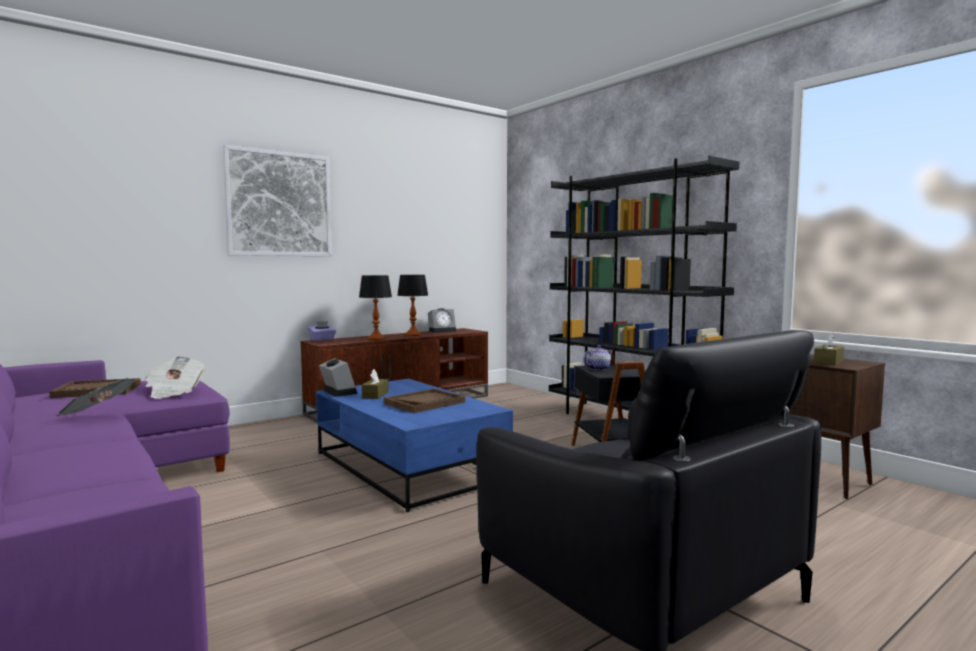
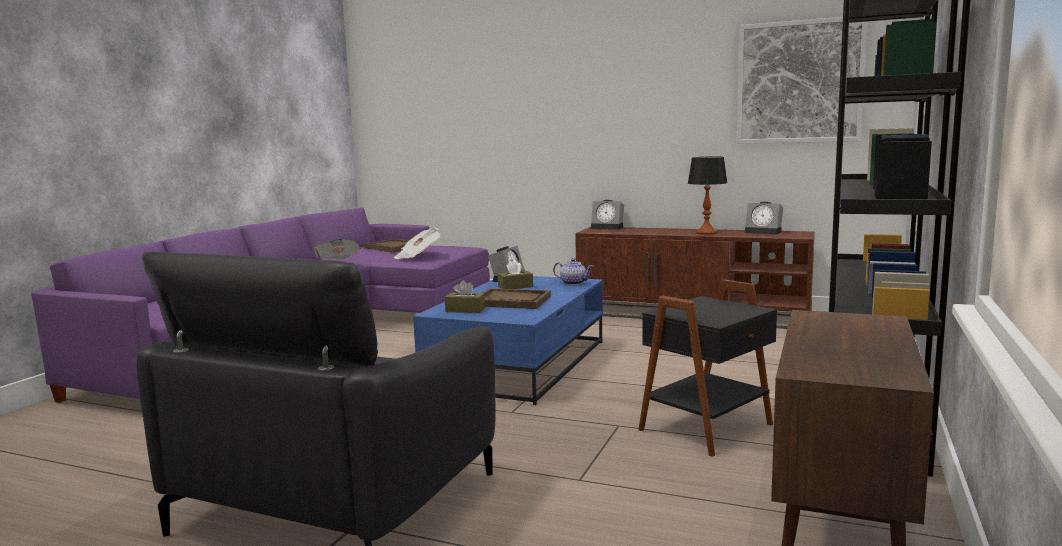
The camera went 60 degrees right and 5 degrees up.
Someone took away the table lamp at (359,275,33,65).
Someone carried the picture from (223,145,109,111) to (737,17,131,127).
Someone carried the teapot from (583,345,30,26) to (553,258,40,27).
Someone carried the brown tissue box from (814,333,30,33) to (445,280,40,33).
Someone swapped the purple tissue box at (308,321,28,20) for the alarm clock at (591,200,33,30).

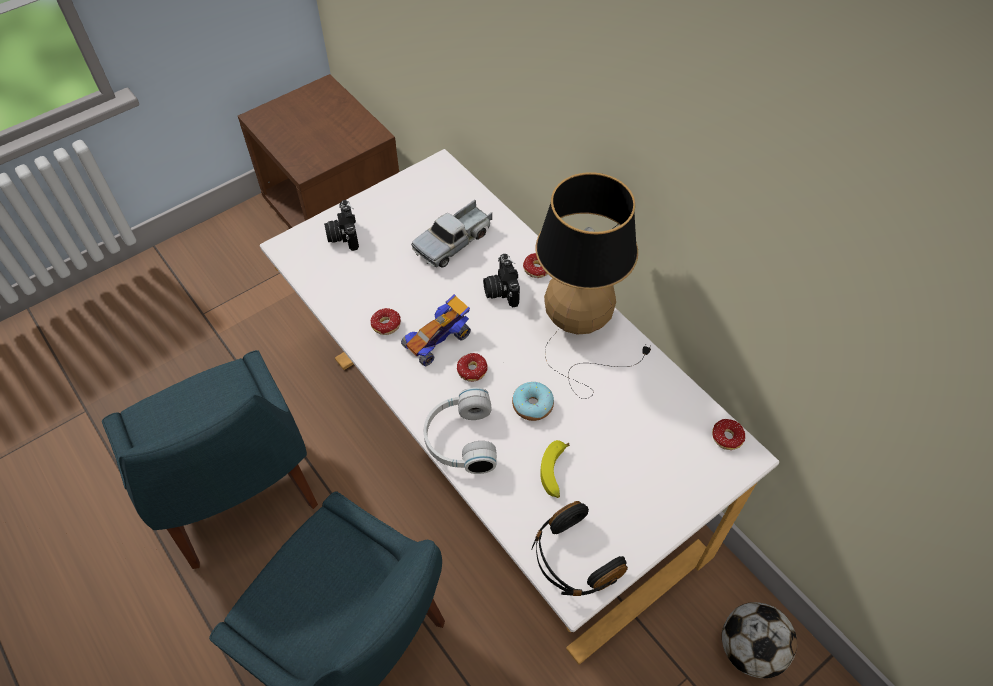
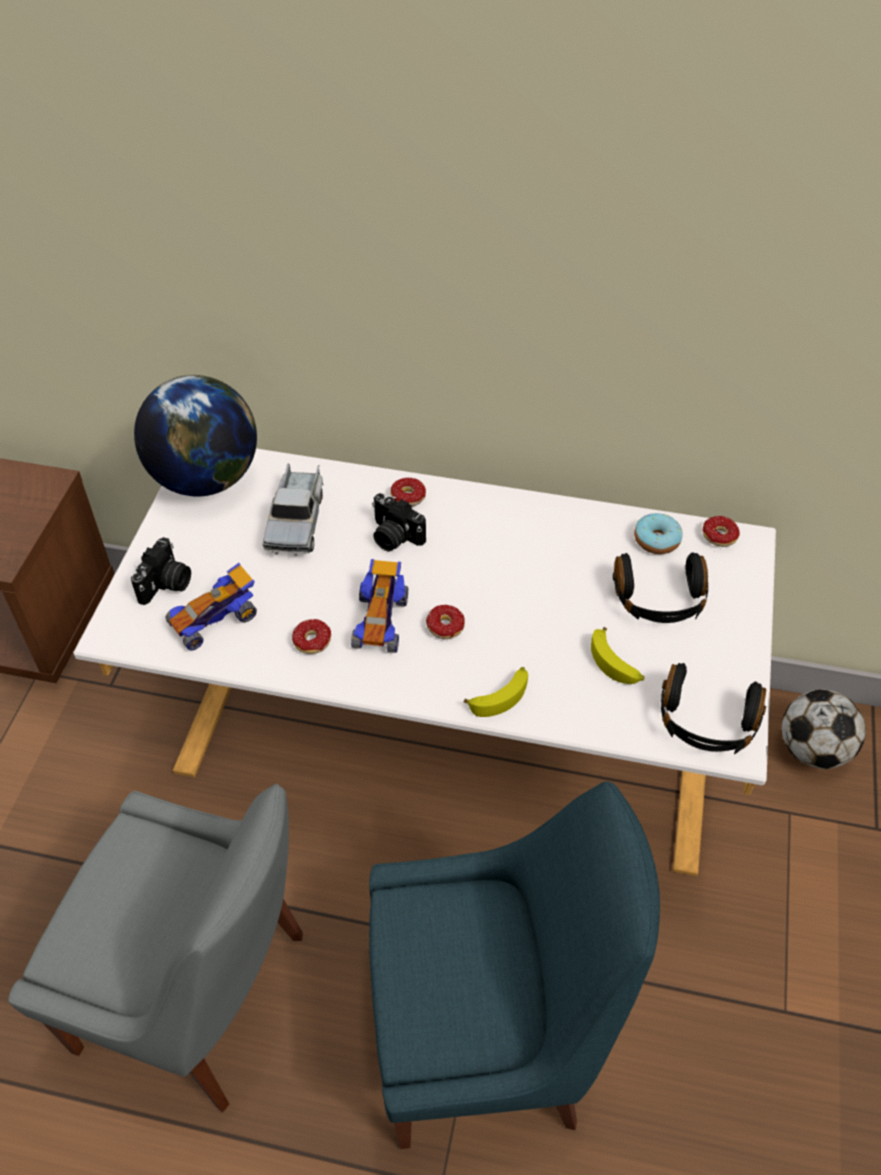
The camera went 40 degrees left and 5 degrees down.
Someone took away the table lamp at (536,172,115,227).
Someone put down the globe at (134,375,123,121).
Someone put down the toy car at (166,563,91,88).
Someone put down the black headphones at (613,552,95,71).
Someone carried the donut from (512,382,42,39) to (634,513,49,41).
Someone swapped the white headphones at (424,387,73,87) for the banana at (464,667,64,50).
Someone repainted the blue chair at (102,350,216,219), which became the grey chair at (8,784,295,328).
Someone rotated the photo camera at (324,200,35,51) by 105 degrees counterclockwise.

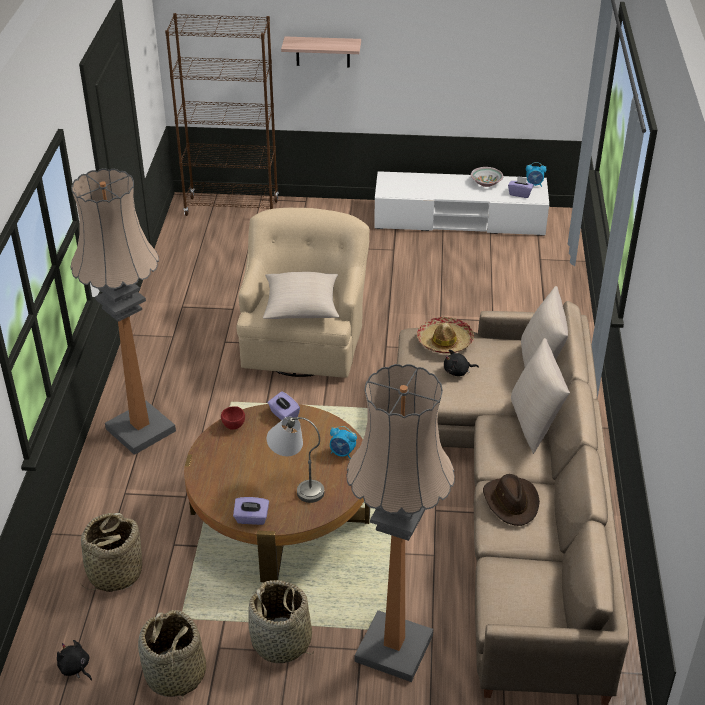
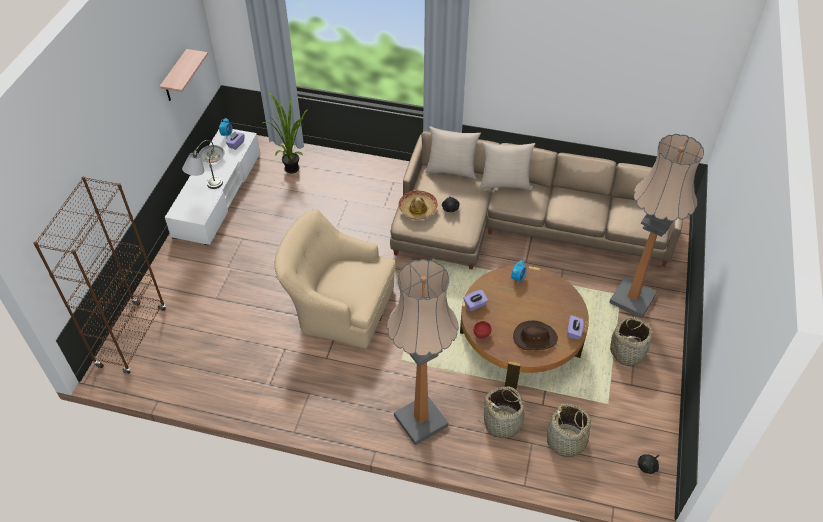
The camera went 80 degrees left and 10 degrees up.
Someone took away the beige pillow at (263,272,77,47).
Someone put down the potted plant at (263,92,45,82).
Someone carried the basket from (138,610,68,89) to (479,387,53,51).
Someone carried the grey table lamp from (267,417,57,86) to (182,140,41,49).
Someone carried the shelf from (281,36,80,32) to (160,49,48,52).
Someone carried the brown hat from (483,474,57,52) to (513,320,45,30).

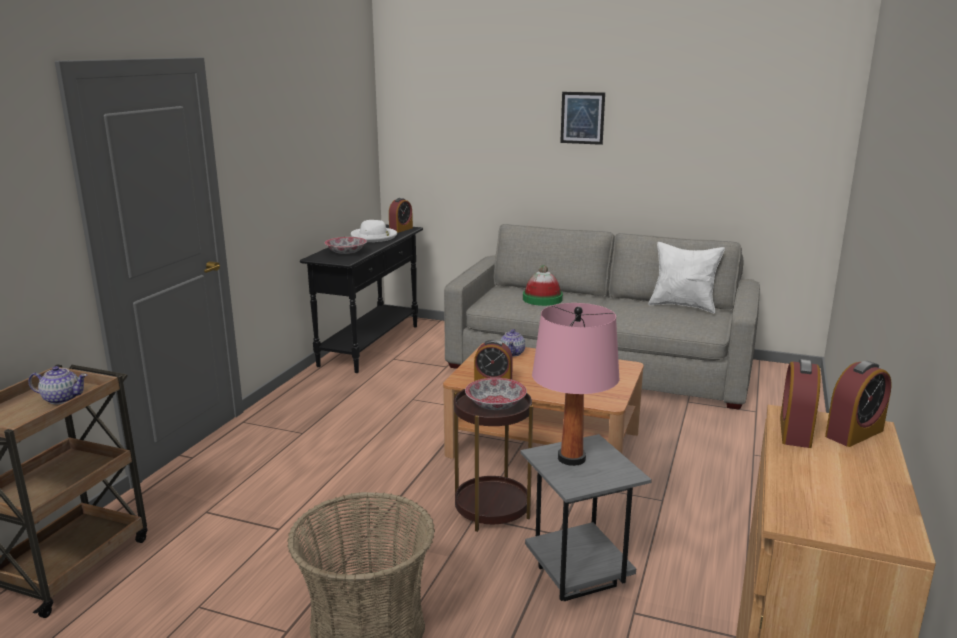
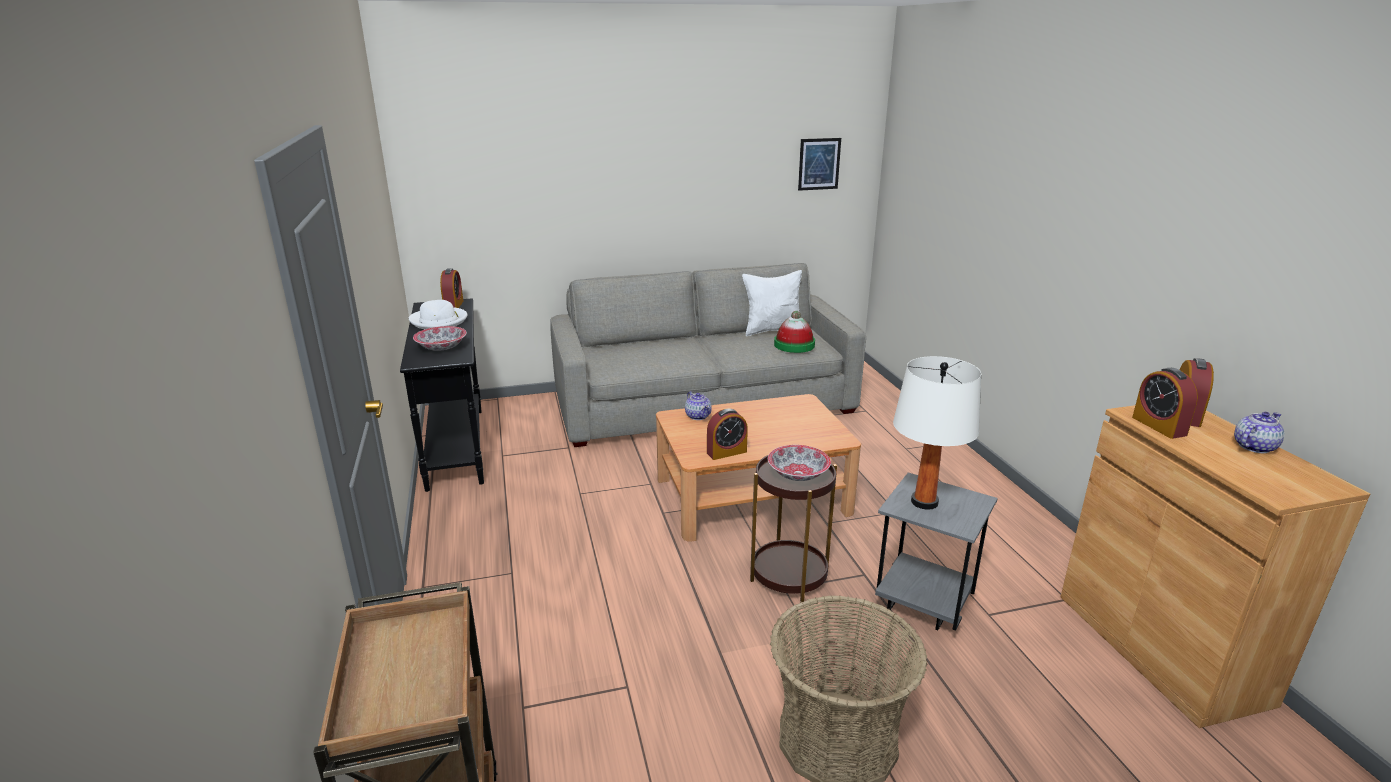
The camera went 35 degrees left and 5 degrees up.
Someone carried the teapot from (28,366,59,38) to (1234,412,50,41).
Someone carried the hat from (523,265,40,41) to (774,311,41,42).
Someone carried the picture from (560,92,45,53) to (798,138,43,53).
Someone repainted the pink table lamp at (532,303,88,163), which became the white table lamp at (893,356,88,154).

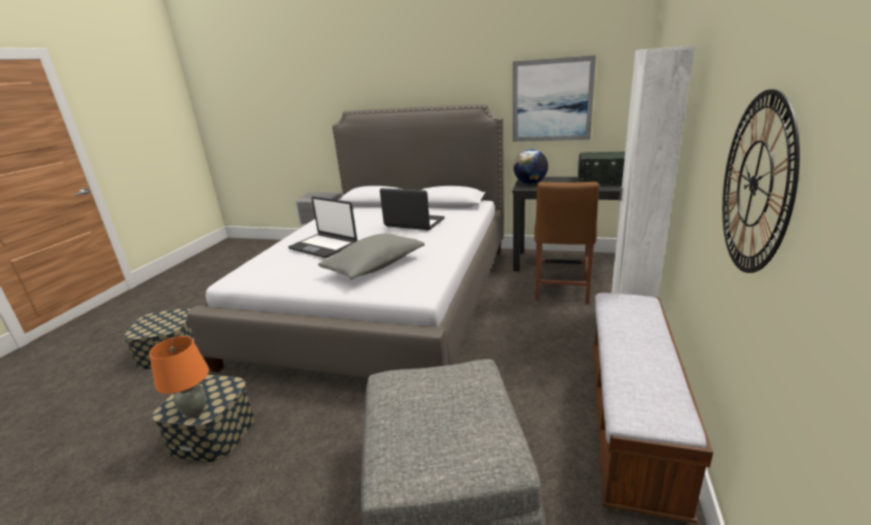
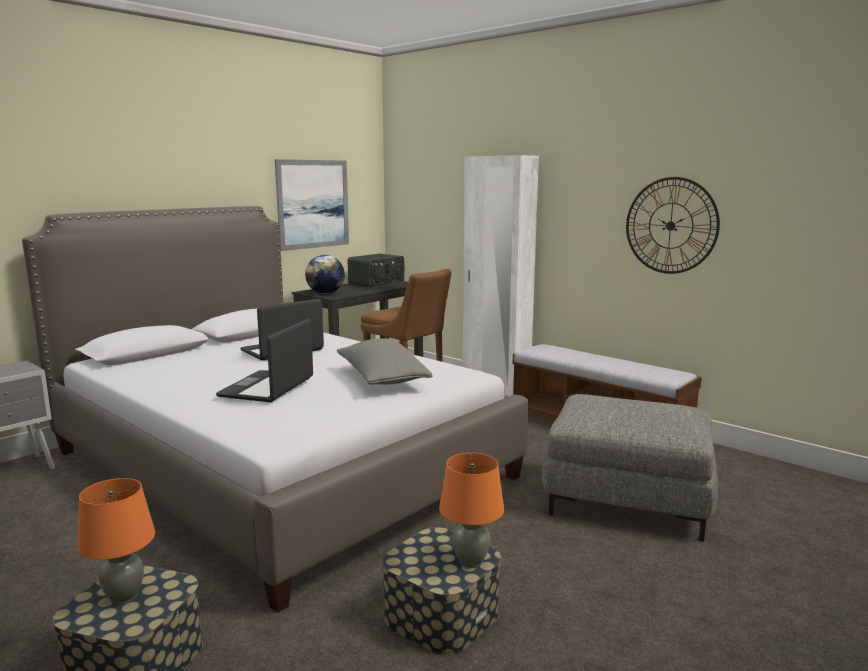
The camera went 65 degrees left and 10 degrees down.
Someone put down the orange table lamp at (77,478,78,127).
Someone rotated the laptop at (288,197,69,61) by 135 degrees clockwise.

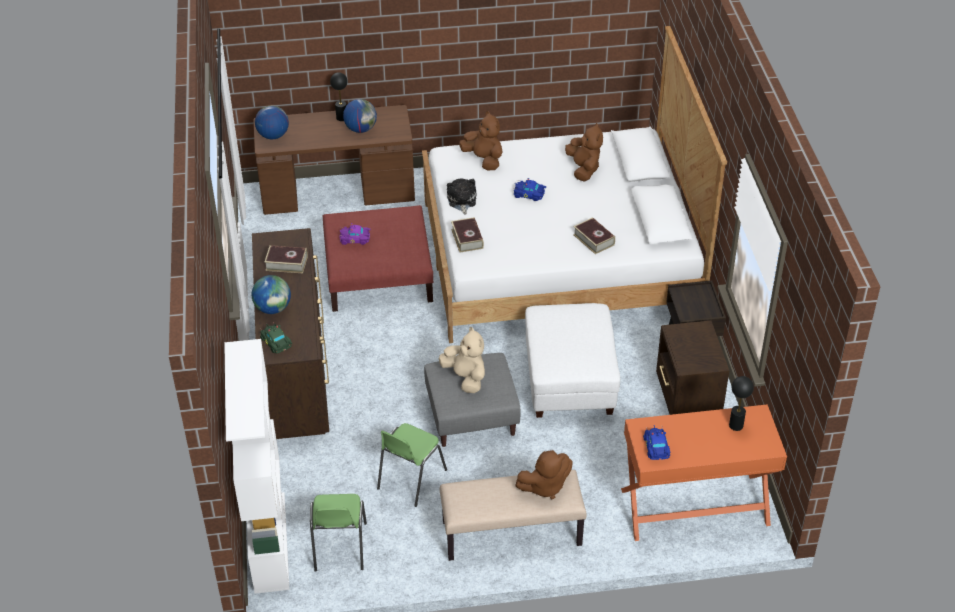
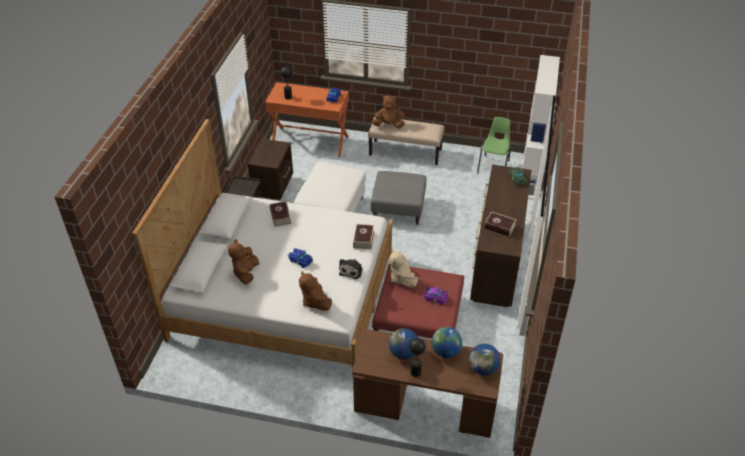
The camera went 160 degrees left and 0 degrees up.
Someone took away the green chair at (377,423,70,84).
Someone carried the globe from (252,275,39,39) to (431,327,31,31).
Someone carried the beige plush toy from (438,327,47,66) to (389,250,29,38).

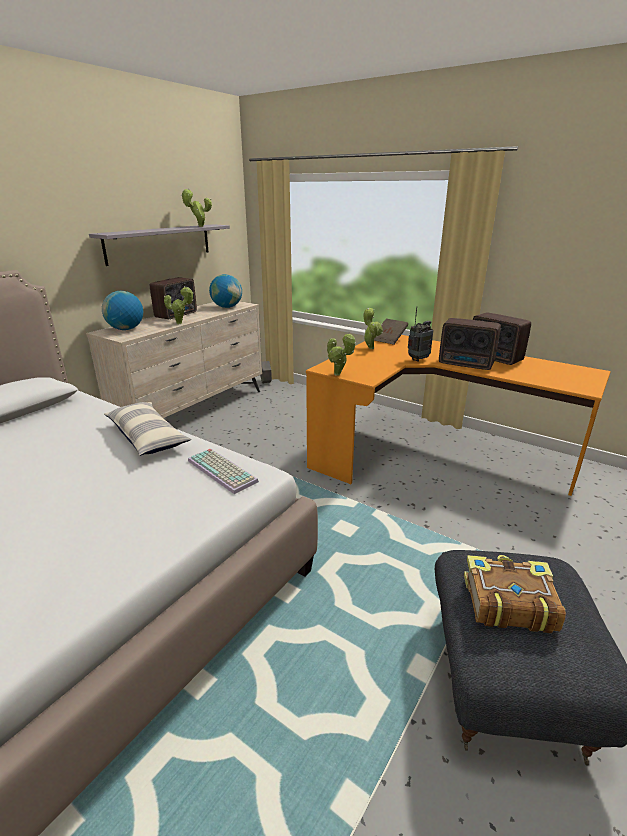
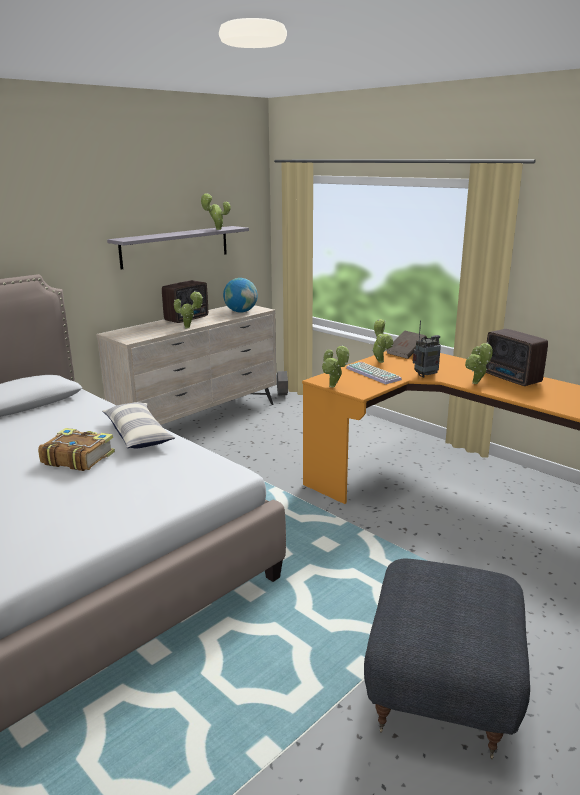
The camera went 10 degrees right and 5 degrees down.
Someone took away the globe at (102,291,41,39).
Someone carried the keyboard from (188,449,71,45) to (346,362,56,22).
Someone carried the book from (464,555,102,78) to (38,428,77,43).
Someone swapped the radio at (439,318,62,52) for the potted plant at (465,342,28,42).

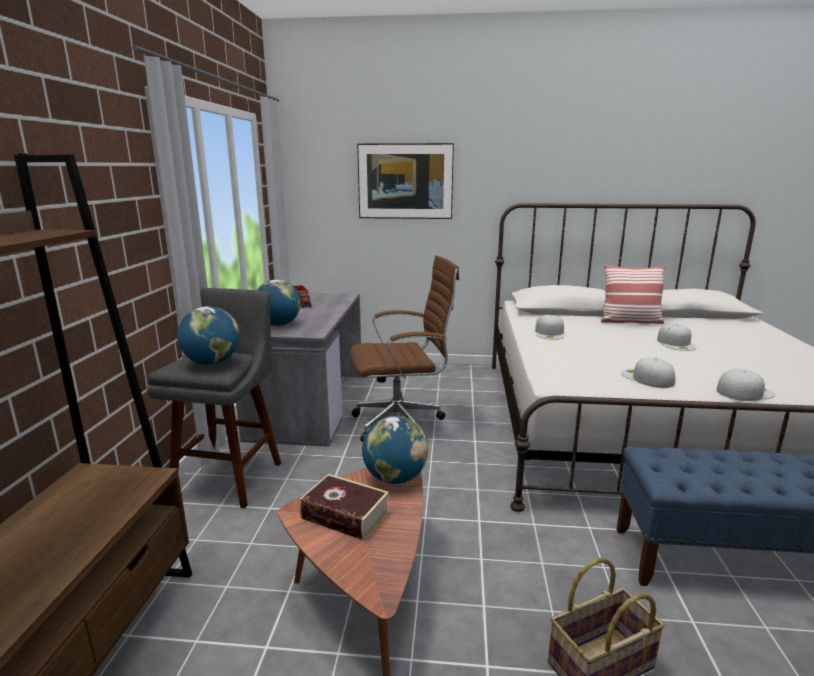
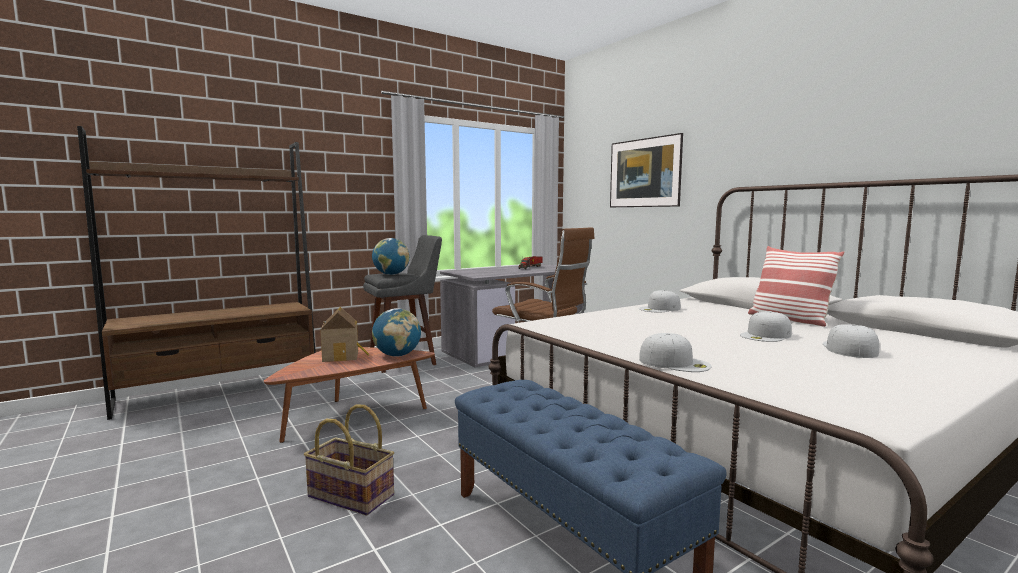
The camera went 50 degrees right and 10 degrees down.
Someone took away the globe at (257,279,44,47).
Someone carried the white cap from (621,357,55,31) to (823,324,56,34).
Someone swapped the book at (299,474,90,67) for the toy house at (320,307,49,55).

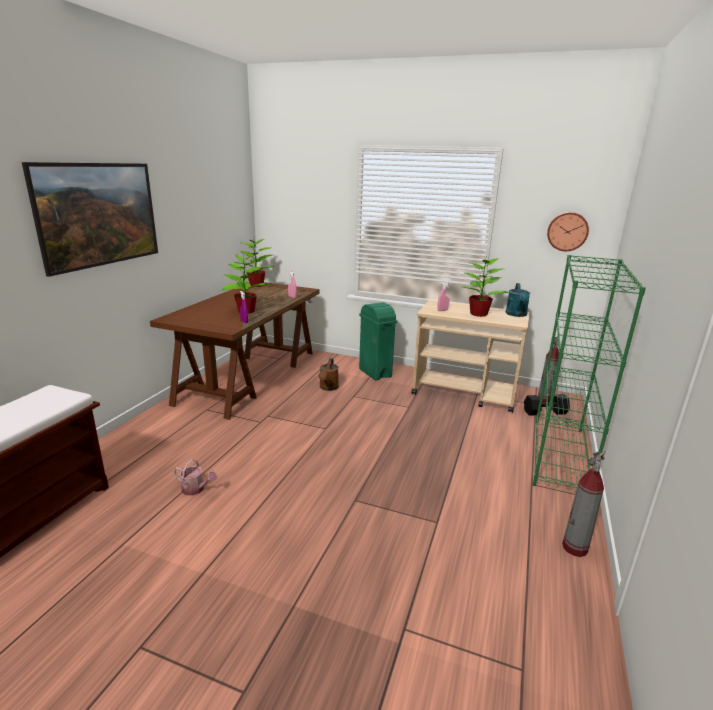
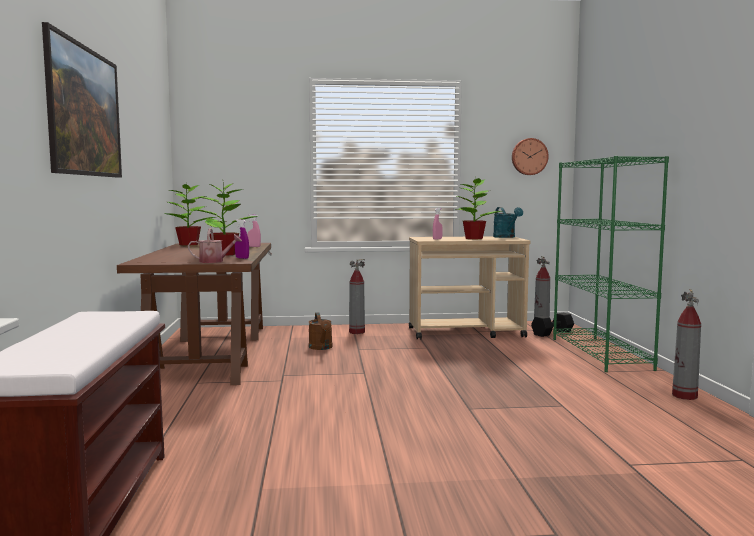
The camera went 25 degrees left and 15 degrees down.
Someone carried the watering can from (174,460,43,36) to (188,228,54,35).
Someone swapped the green trash can at (359,302,38,78) for the fire extinguisher at (349,259,16,75).

